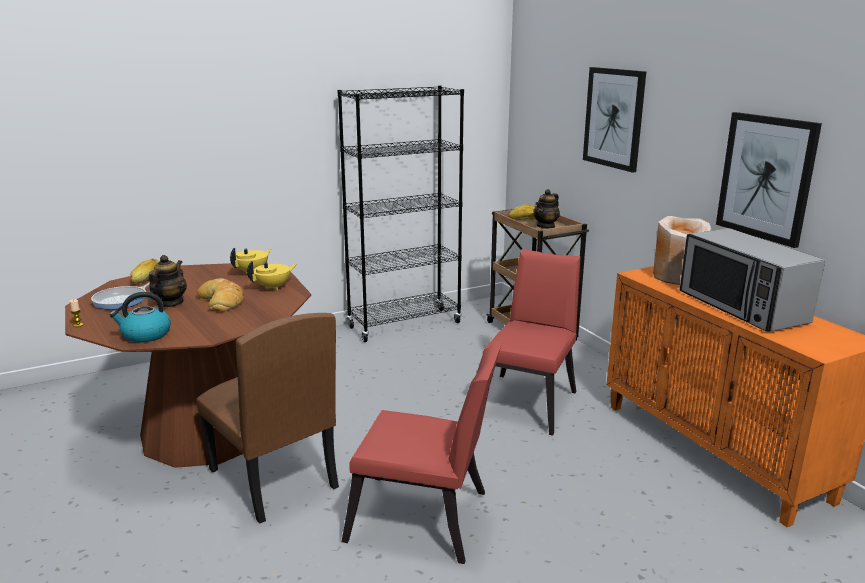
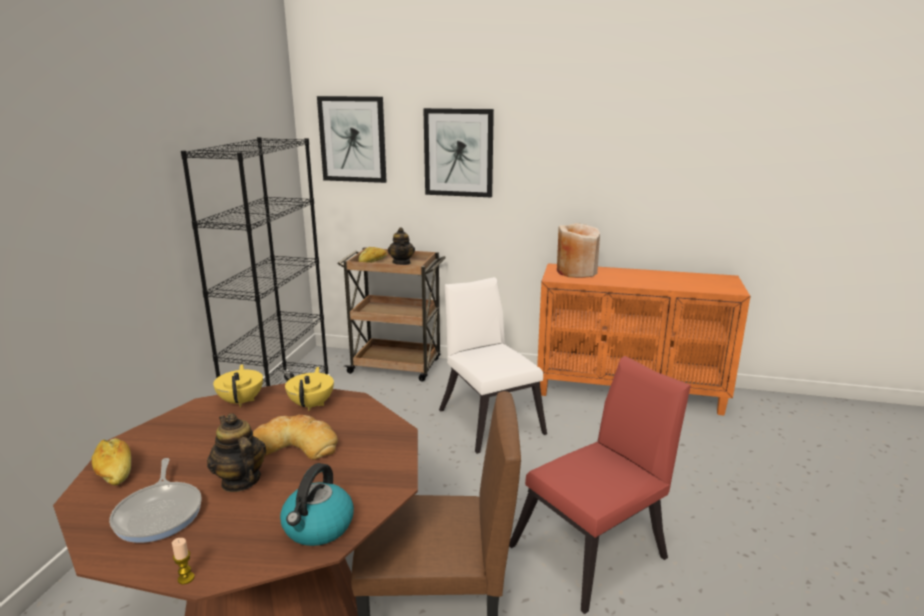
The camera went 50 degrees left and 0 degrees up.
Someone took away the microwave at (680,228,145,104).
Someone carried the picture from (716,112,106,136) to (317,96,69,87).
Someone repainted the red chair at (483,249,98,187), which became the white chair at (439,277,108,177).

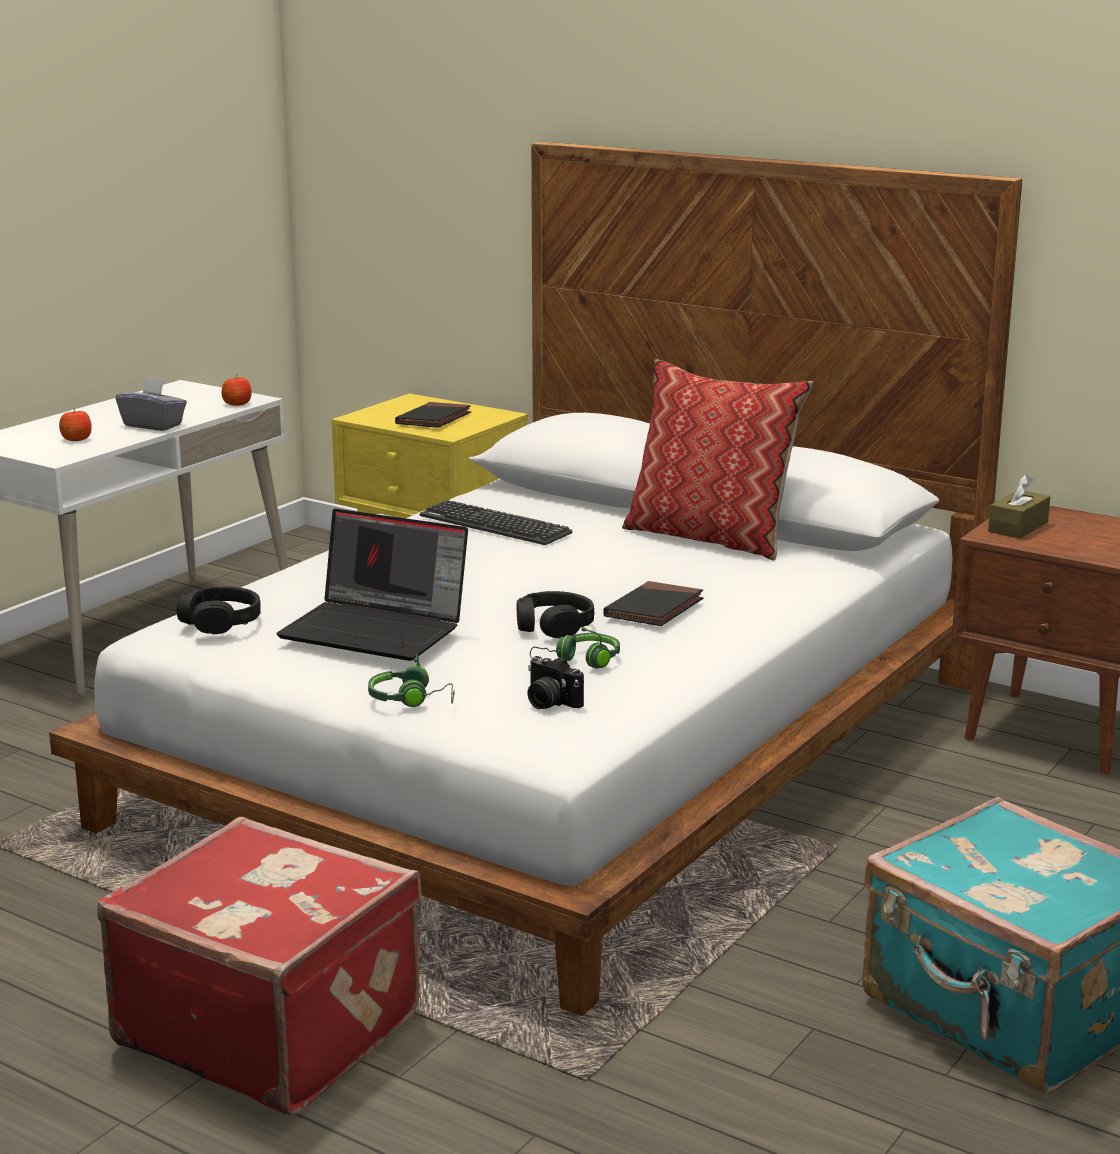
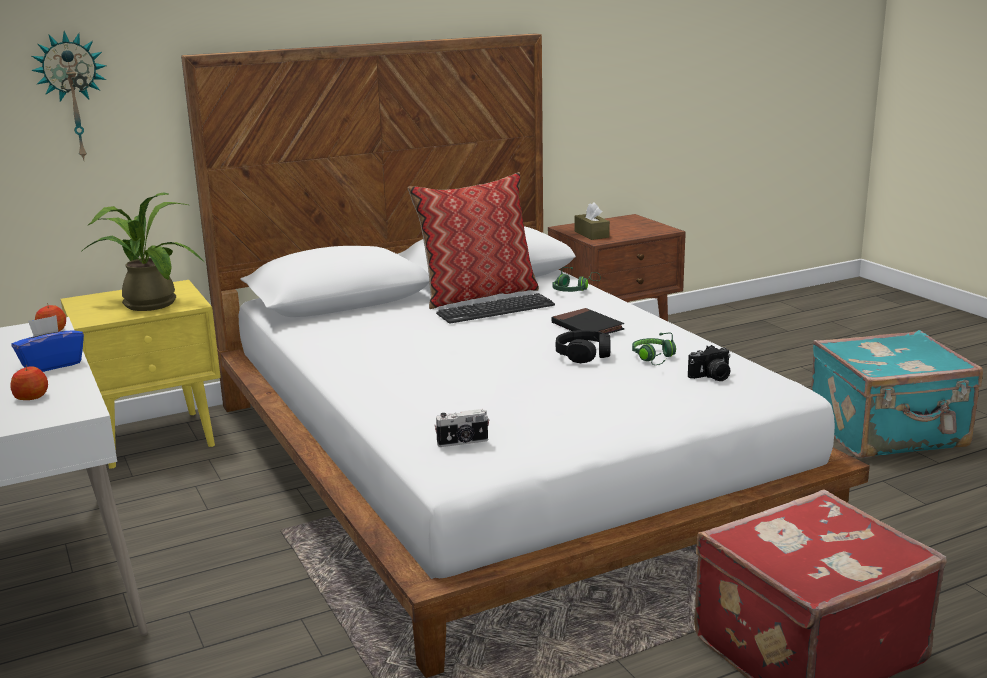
The camera went 60 degrees left and 0 degrees up.
Someone took away the laptop at (276,509,192,152).
Someone put up the wall clock at (31,31,76,129).
Someone carried the green headphones from (368,654,87,53) to (552,267,49,25).
Someone carried the keyboard from (420,500,153,45) to (436,293,119,31).
Someone swapped the black headphones at (177,587,84,47) for the photo camera at (434,409,55,38).
Someone swapped the black book at (395,402,76,26) for the potted plant at (81,193,123,118).
Someone repainted the grey tissue box at (116,376,71,55), which became the blue tissue box at (11,315,73,57).

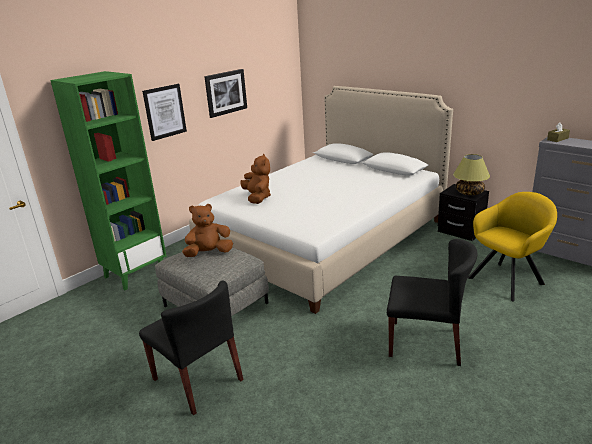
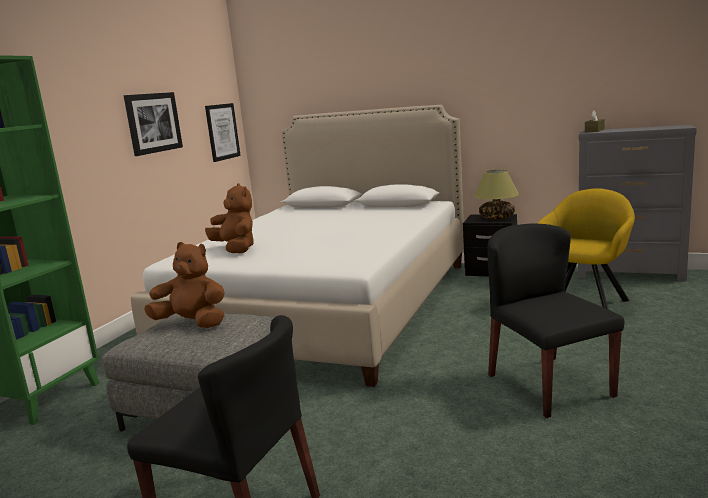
The camera went 20 degrees left and 10 degrees down.
Someone carried the picture from (142,84,45,57) to (205,103,36,59).
Someone rotated the brown plush toy at (182,204,51,53) by 60 degrees clockwise.
Someone rotated the black chair at (387,239,90,127) by 105 degrees counterclockwise.

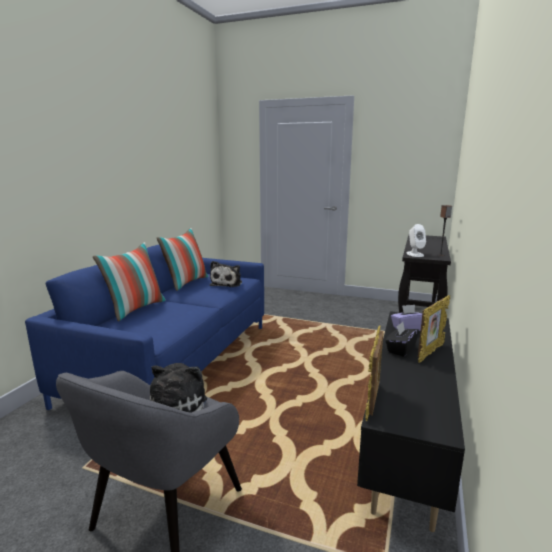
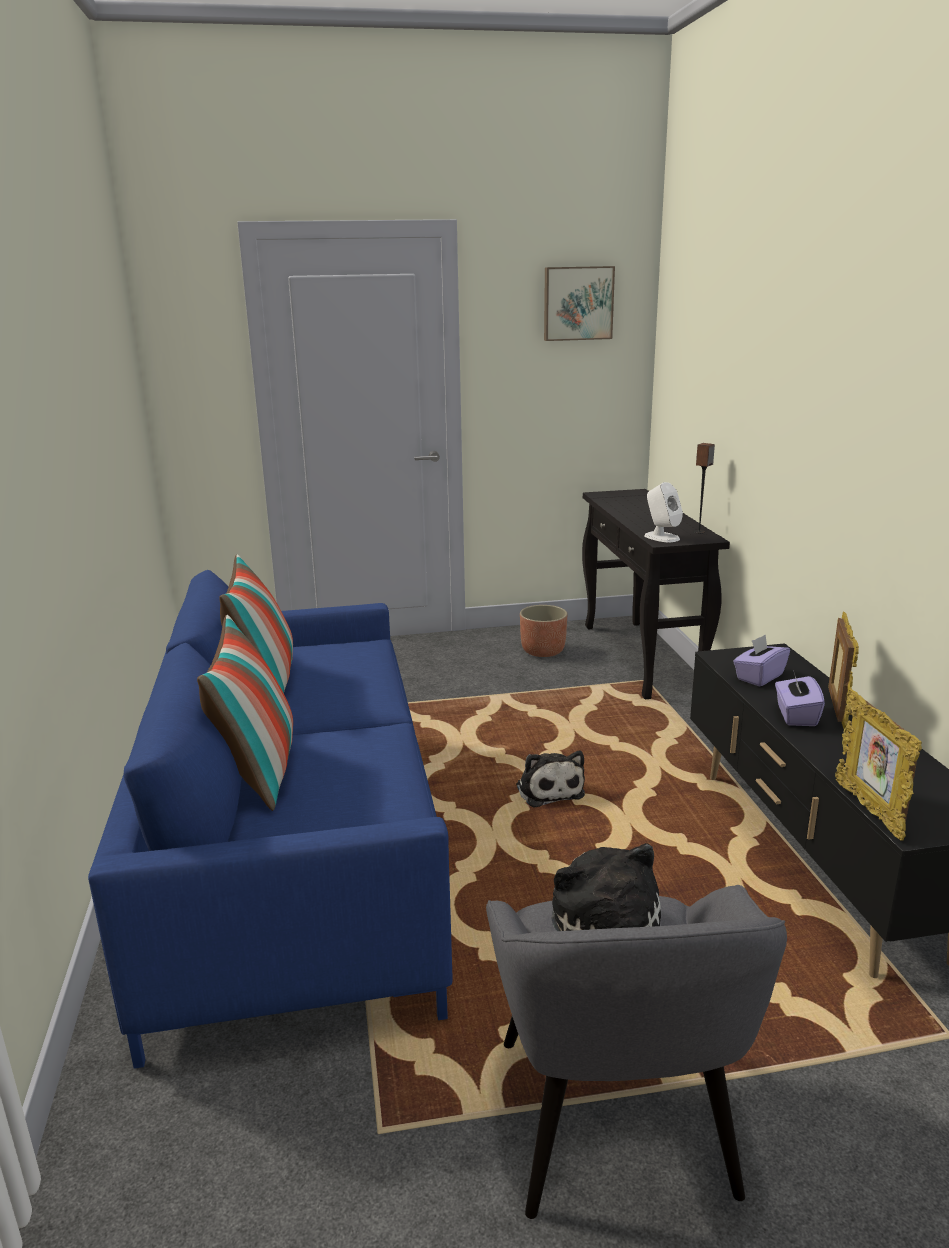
The camera went 30 degrees left and 5 degrees up.
Someone put down the planter at (520,605,48,52).
Someone put up the picture at (544,266,71,75).
Someone carried the plush toy from (210,261,32,26) to (516,750,69,58).
Someone repainted the black tissue box at (385,322,34,35), which became the purple tissue box at (775,673,50,53).

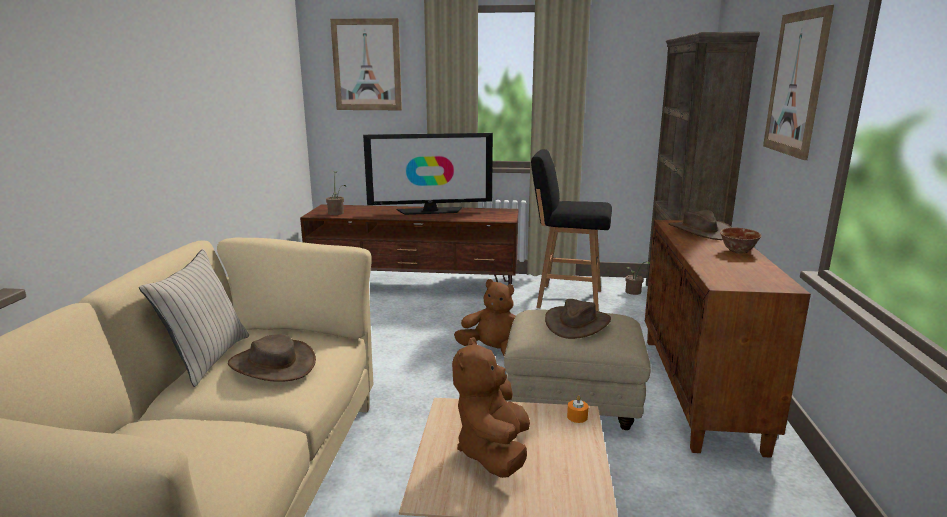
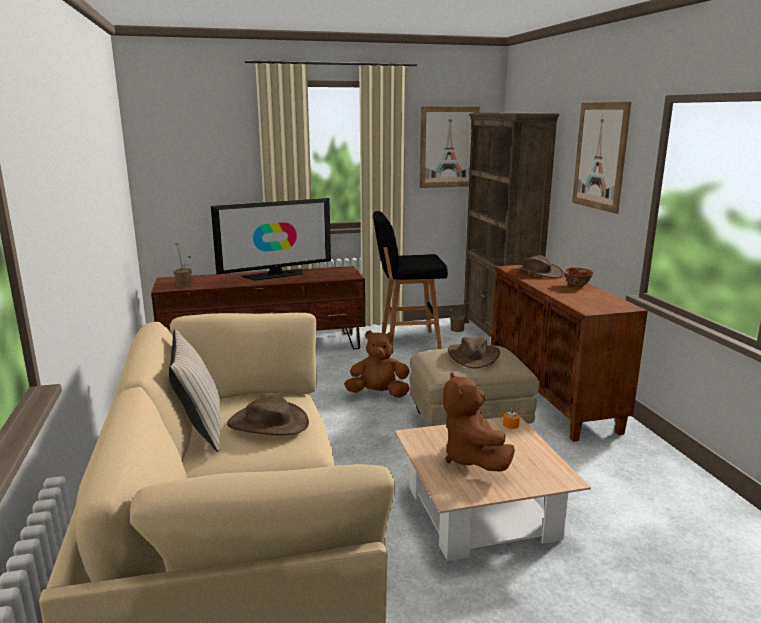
The camera went 20 degrees left and 0 degrees up.
Someone carried the picture from (330,18,72,92) to (419,107,61,81).

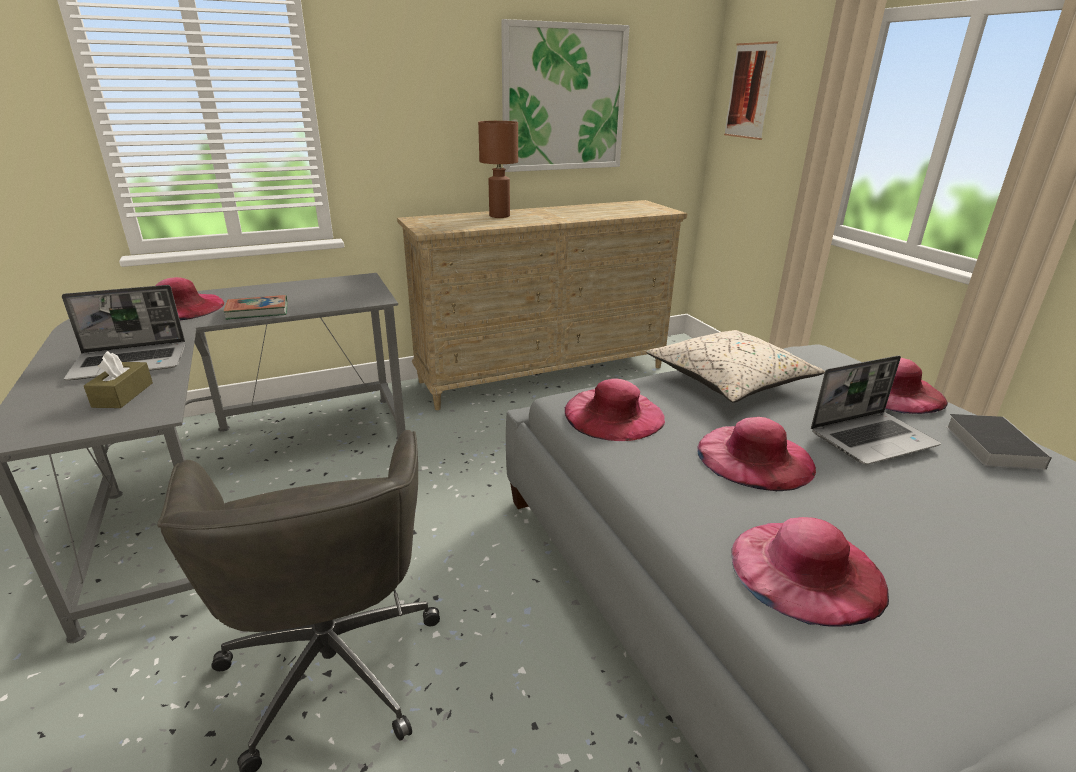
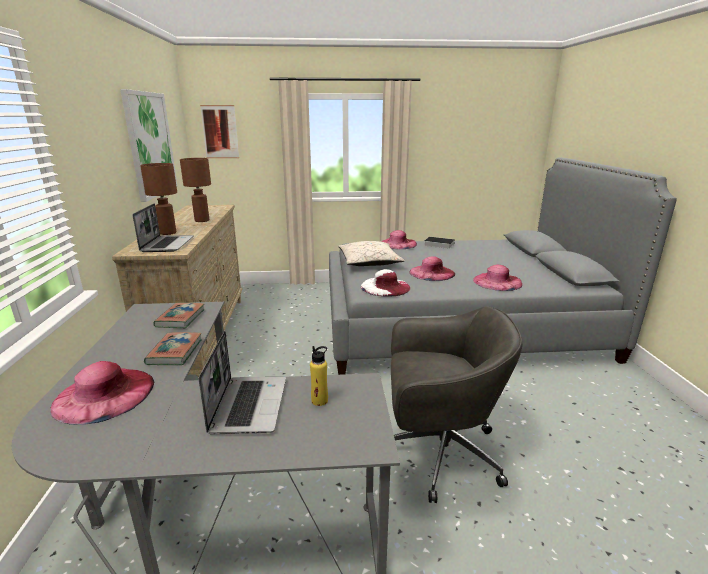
The camera went 70 degrees left and 5 degrees down.
Someone put down the book at (153,302,52,26).
Someone put down the brown table lamp at (180,158,31,64).
Someone carried the laptop from (811,355,130,109) to (133,204,61,48).
Someone swapped the brown tissue box at (84,351,69,57) for the yellow bottle at (310,346,18,60).
Someone repainted the pink hat at (565,378,100,63), which became the white hat at (361,269,49,28).

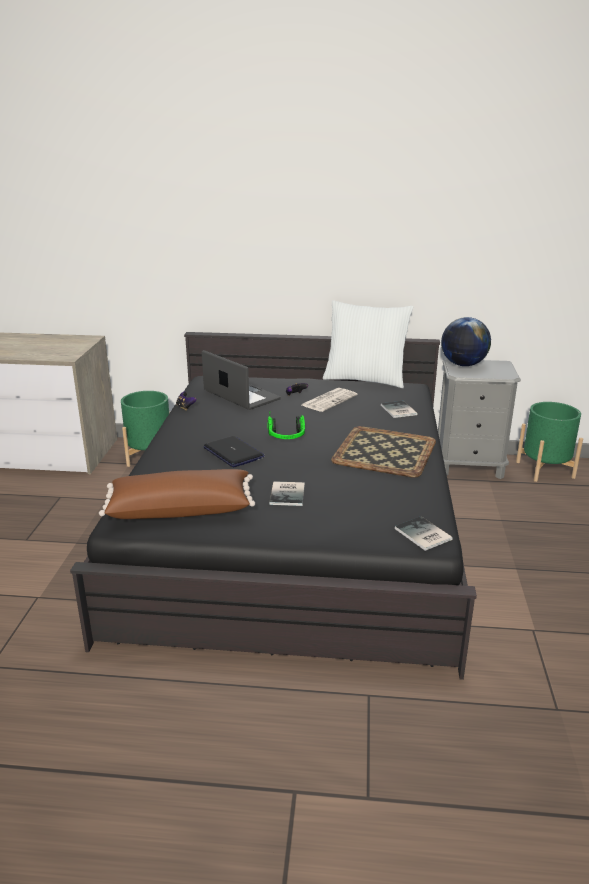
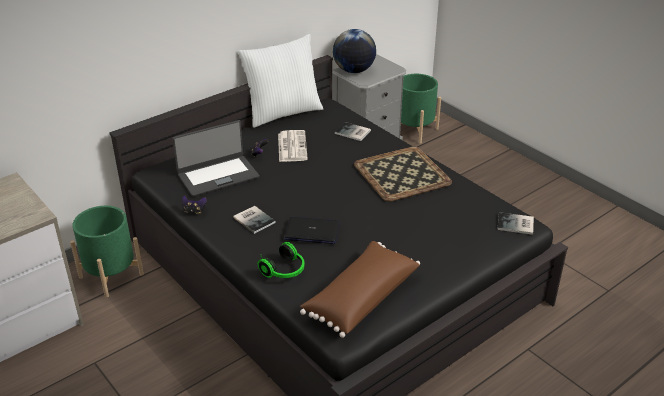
The camera went 45 degrees left and 10 degrees up.
Someone carried the headphones from (267,411,38,28) to (258,242,47,36).
Someone carried the book from (269,481,36,25) to (233,206,42,28).
Someone rotated the laptop at (202,350,79,60) by 150 degrees clockwise.

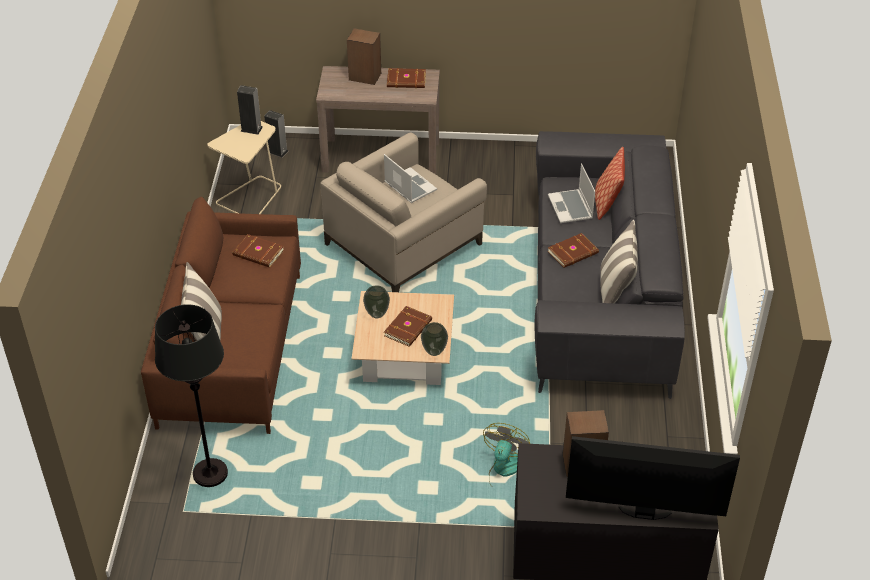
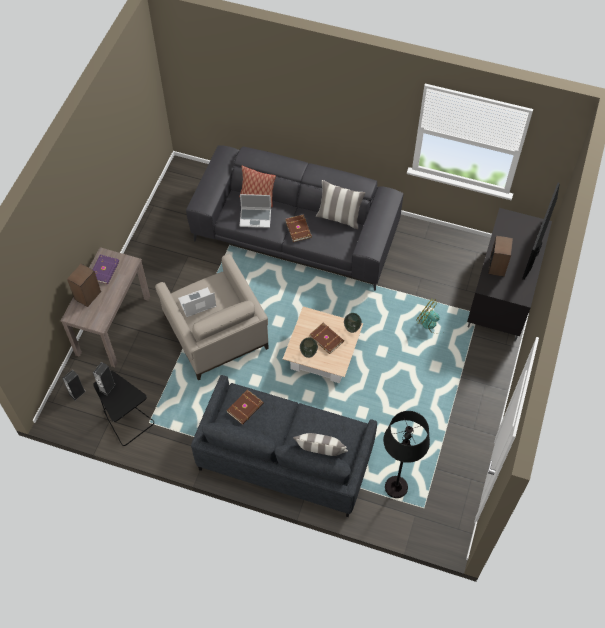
The camera went 75 degrees left and 15 degrees up.
Someone repainted the brown sofa at (141,197,160,237), which became the grey sofa at (191,375,186,142).
Someone repainted the beige side table at (207,121,74,93), which became the black side table at (93,371,61,75).
Someone repainted the brown book at (387,68,39,20), which became the purple book at (92,254,27,30).

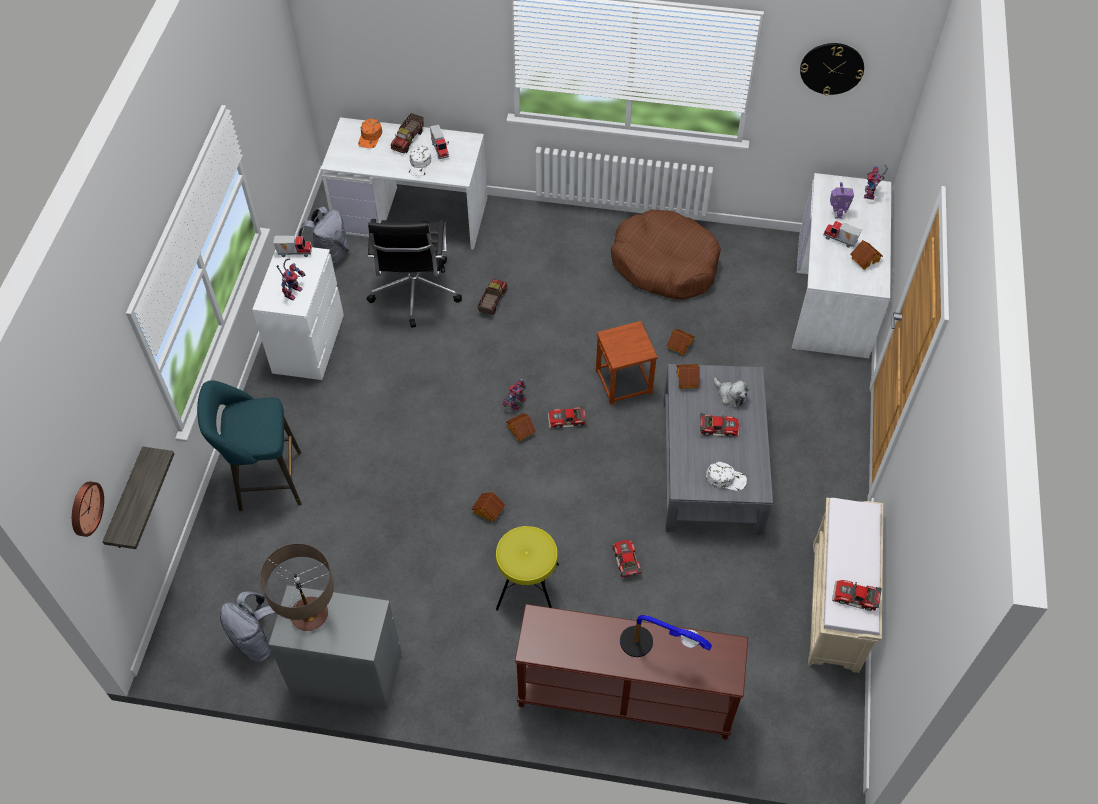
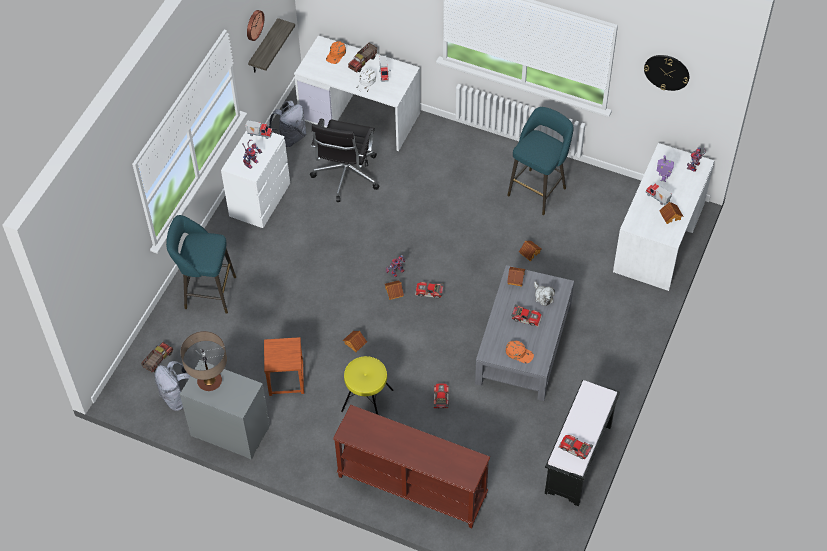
The camera went 15 degrees right and 0 degrees up.
Someone took away the table lamp at (620,615,92,42).
Someone carried the wall clock from (72,481,32,56) to (247,10,18,31).
Someone carried the shelf from (103,447,71,102) to (248,18,47,55).
Someone carried the toy truck from (477,279,30,36) to (141,342,32,31).
Someone carried the brown stool from (596,321,62,84) to (264,337,40,59).
Someone swapped the brown dog bed at (611,209,110,91) for the turquoise stool at (507,107,66,108).
Someone repainted the white cap at (706,462,41,29), which became the orange cap at (506,341,28,22).
Someone repainted the beige bench at (808,498,75,175), which became the black bench at (545,380,75,126).

